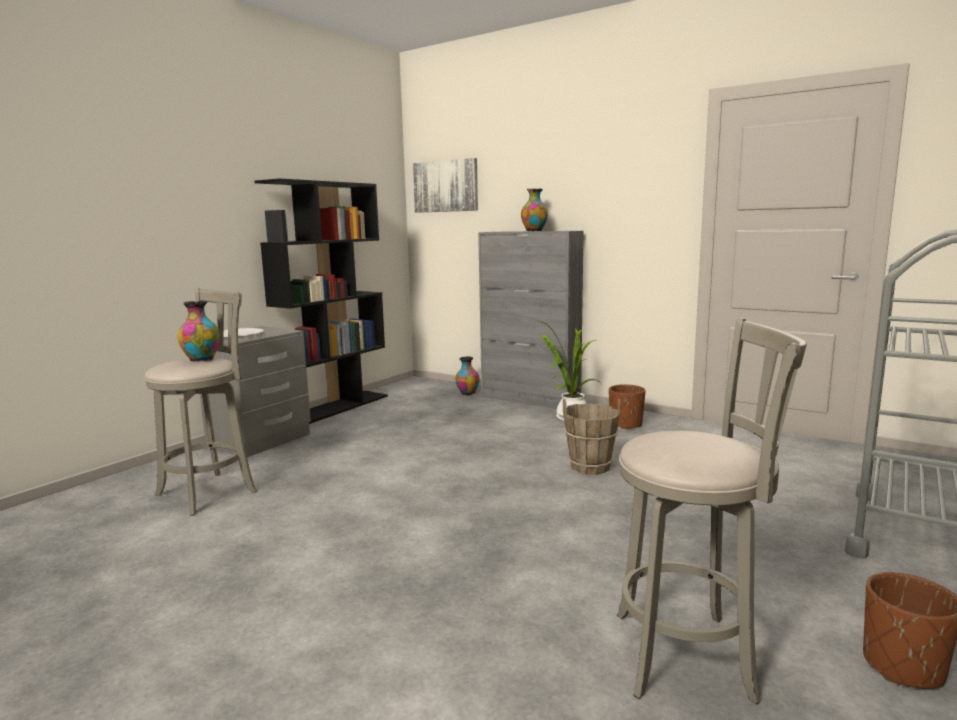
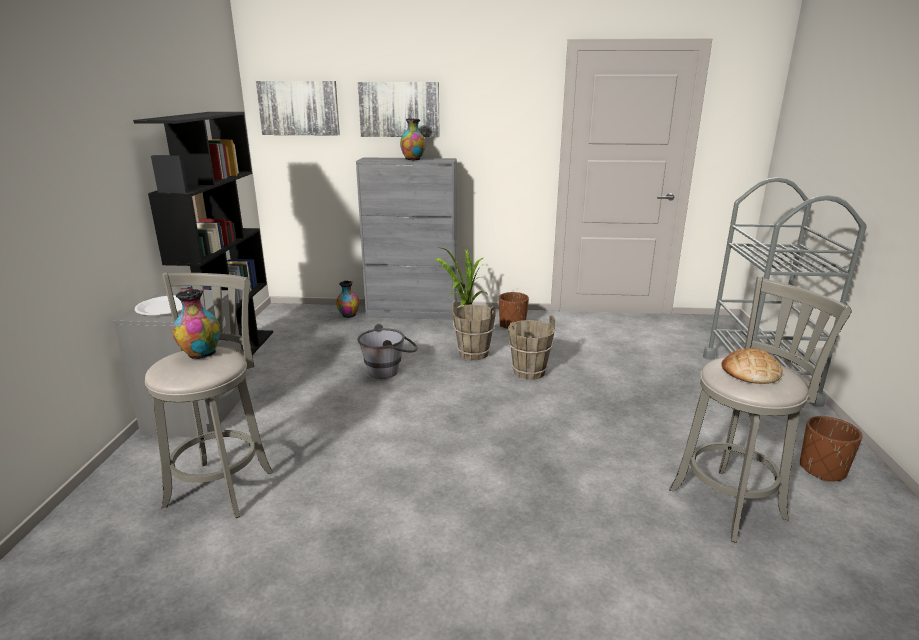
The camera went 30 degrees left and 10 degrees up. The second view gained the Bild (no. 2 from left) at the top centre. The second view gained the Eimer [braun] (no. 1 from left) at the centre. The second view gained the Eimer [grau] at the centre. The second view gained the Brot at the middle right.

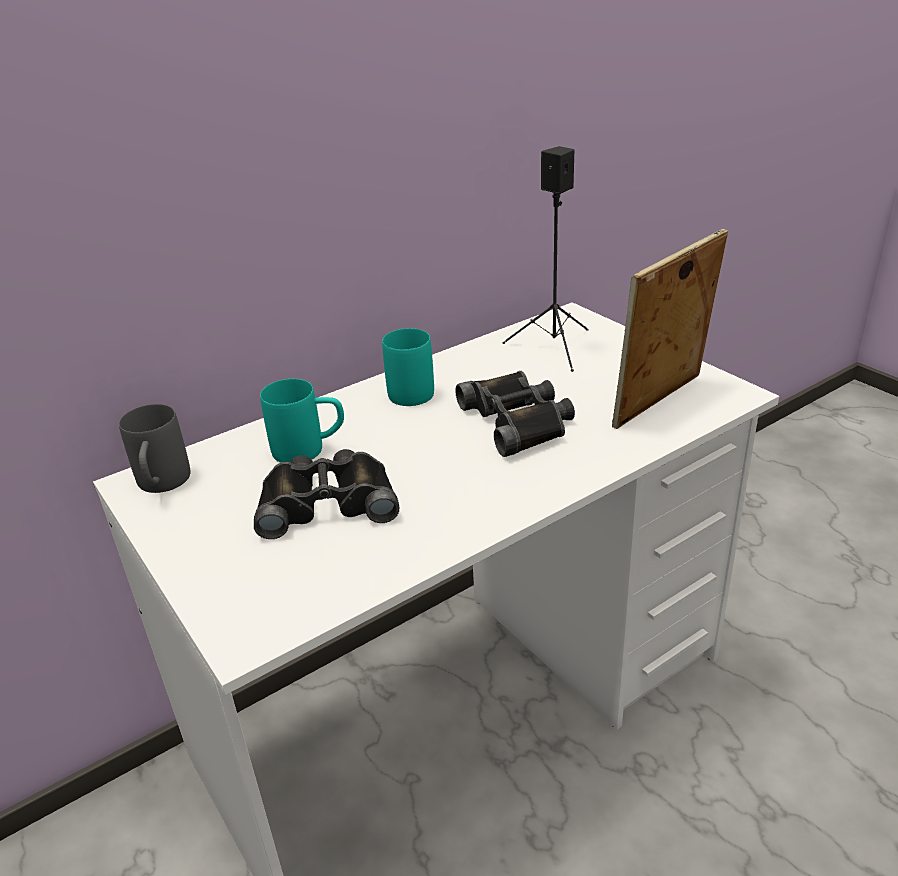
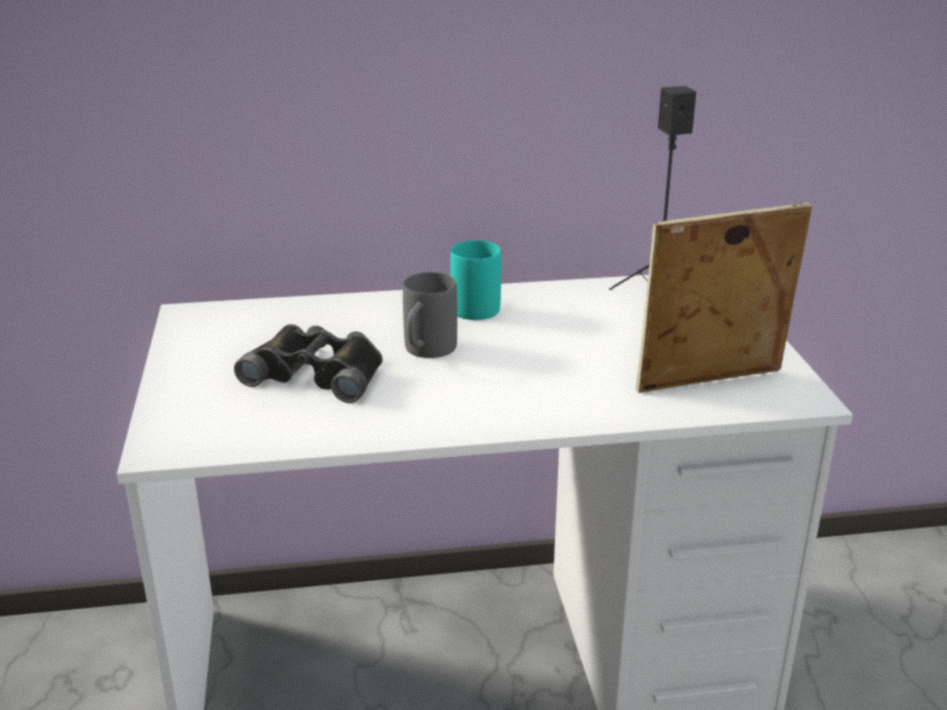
The camera went 25 degrees right and 5 degrees down. The second view lost the Fernglas [schwarz] (no. 2 from left) at the centre. The second view lost the Henkelbecher [türkis] (no. 1 from left) at the centre. The Henkelbecher [grau] ended up elsewhere, having gone from the middle left to the centre.

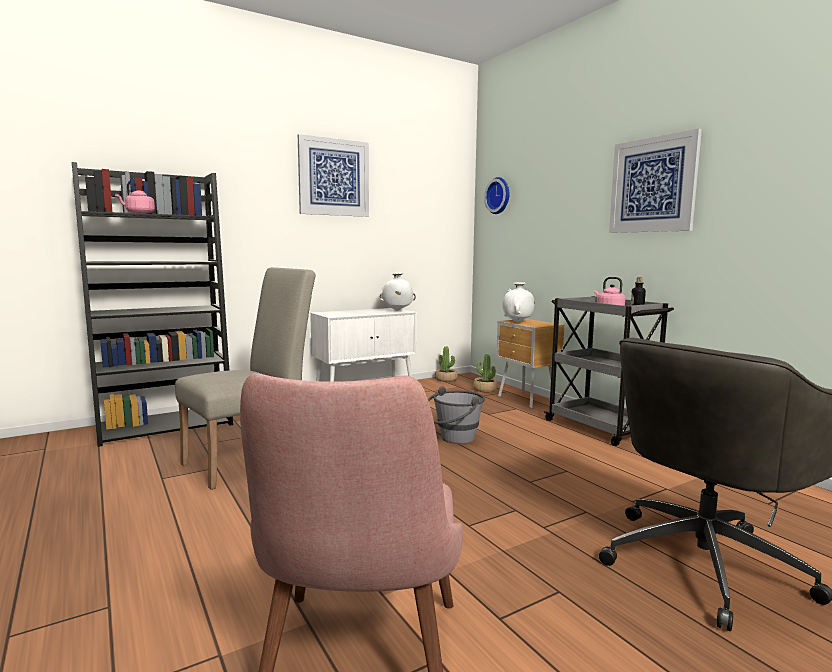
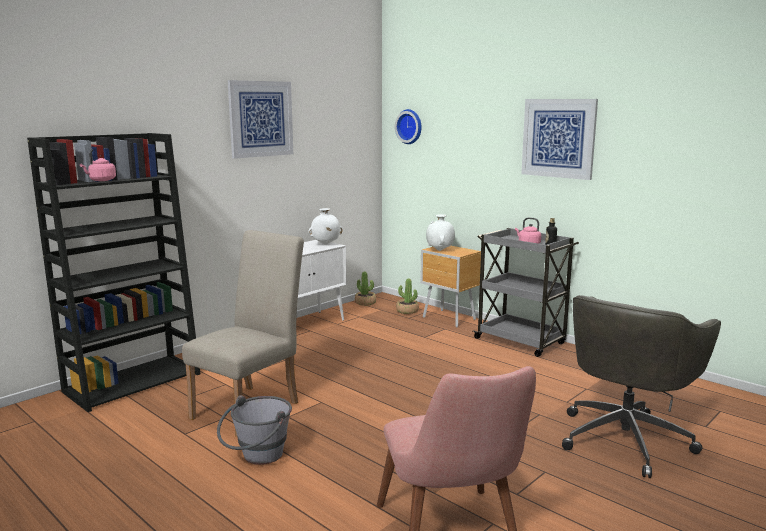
The camera went 15 degrees left and 5 degrees up. The Eimer [grau] ended up elsewhere, having gone from the centre to the bottom left.

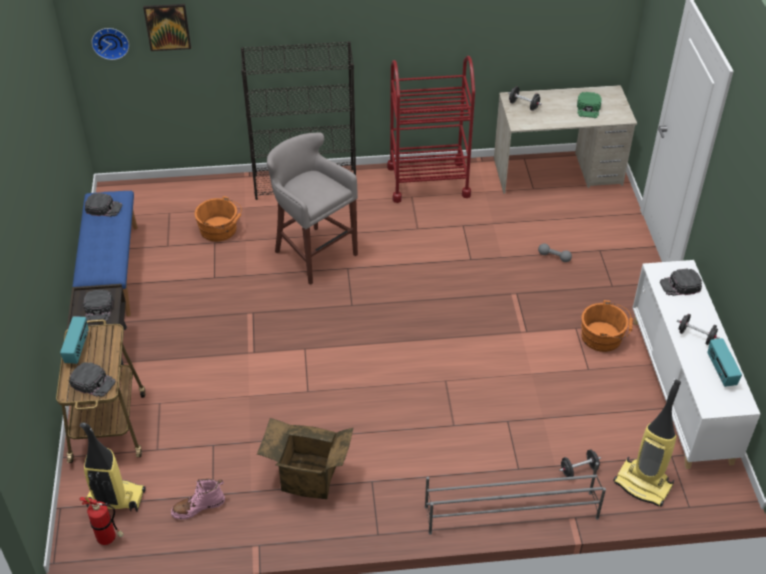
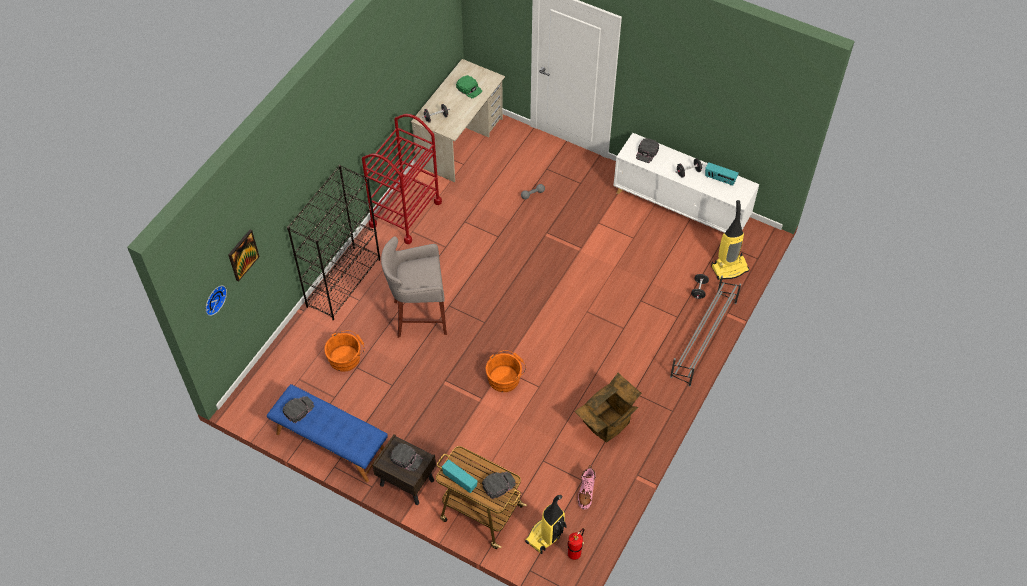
The camera went 55 degrees left and 10 degrees up. The Eimer [orange] (no. 2 from left) ended up elsewhere, having gone from the middle right to the centre.

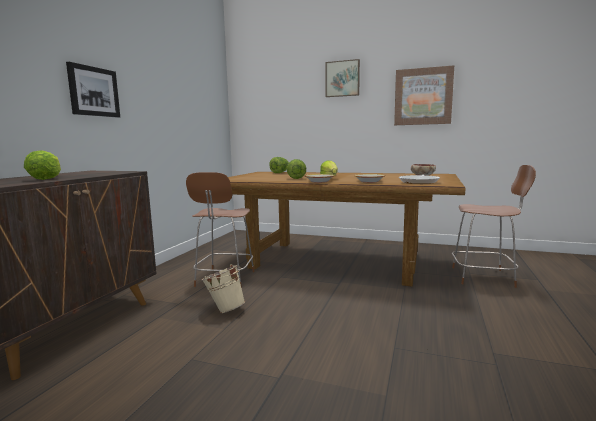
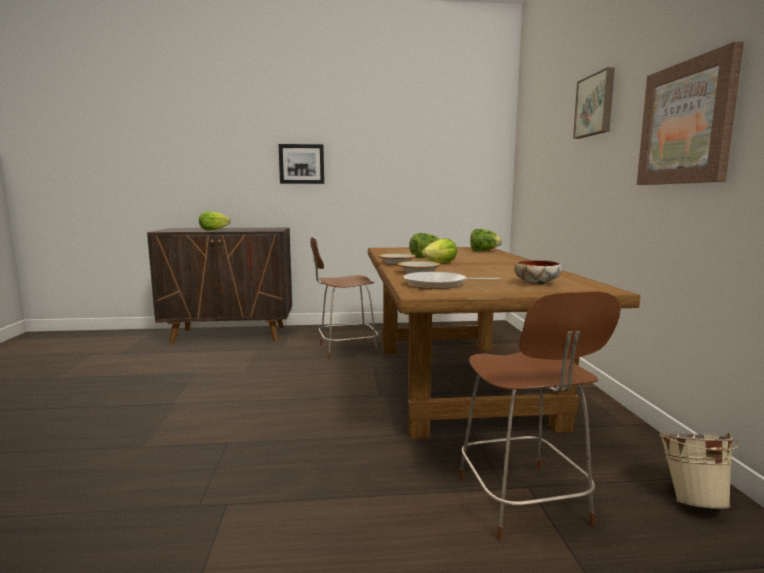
The camera went 65 degrees right and 0 degrees up. The Eimer [beige] ended up elsewhere, having gone from the bottom centre to the bottom right.

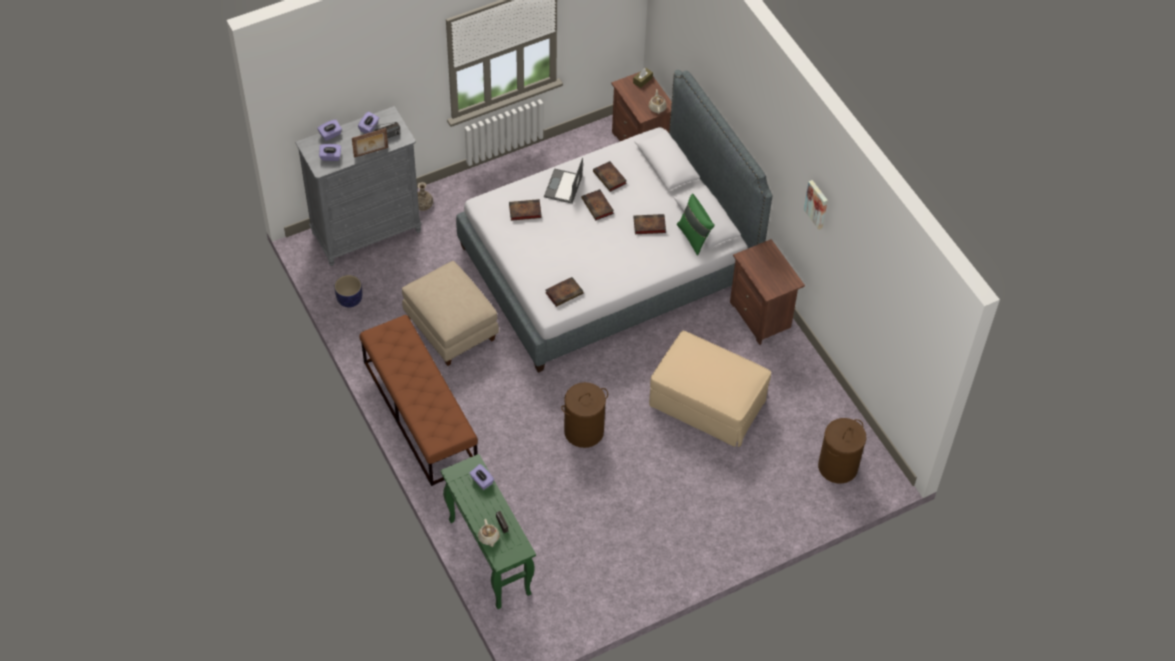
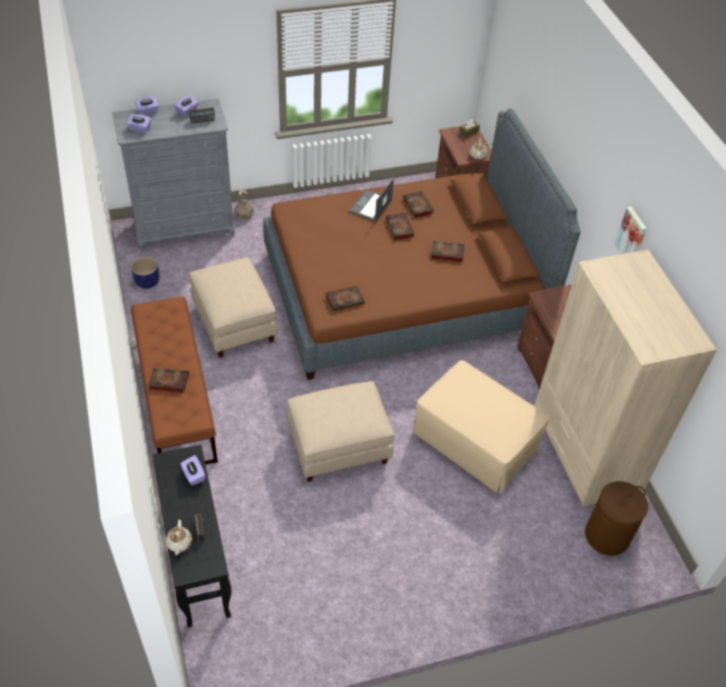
The camera went 10 degrees right and 5 degrees down. What was the Bett [grau] at the centre turned into the Bett [braun] at the centre. The second view lost the Bilderrahmen at the top left. The second view lost the Kissen [grün] at the centre. The Buch (no. 1 from left) ended up elsewhere, having gone from the top centre to the middle left. Where the Wäschekorb [braun] (no. 1 from left) stood at the centre, the Polsterhocker [beige] (no. 2 from left) came to stand at the centre. What was the Konsolentisch [grün] at the bottom centre turned into the Konsolentisch [schwarz] at the bottom left. The second view gained the Kleiderschrank [beige] at the middle right.

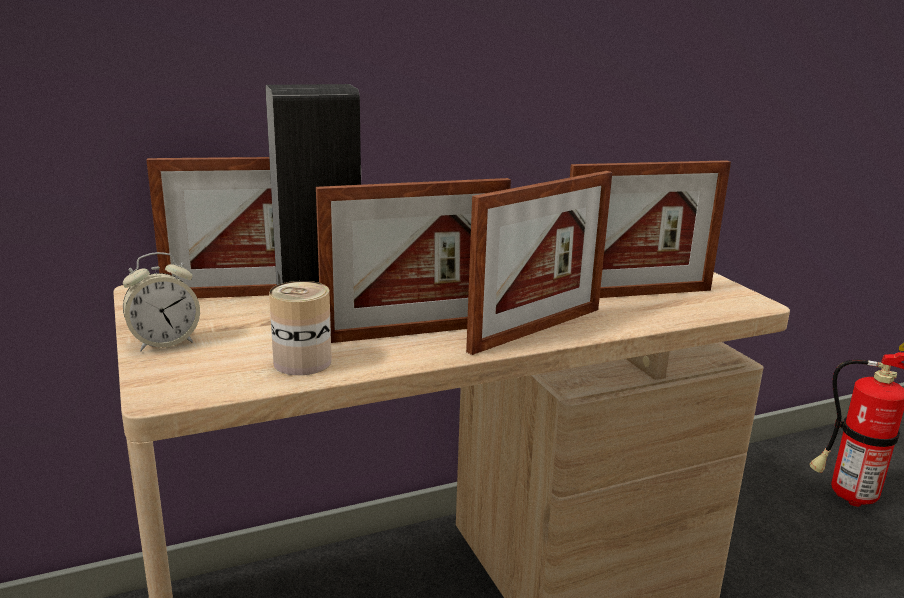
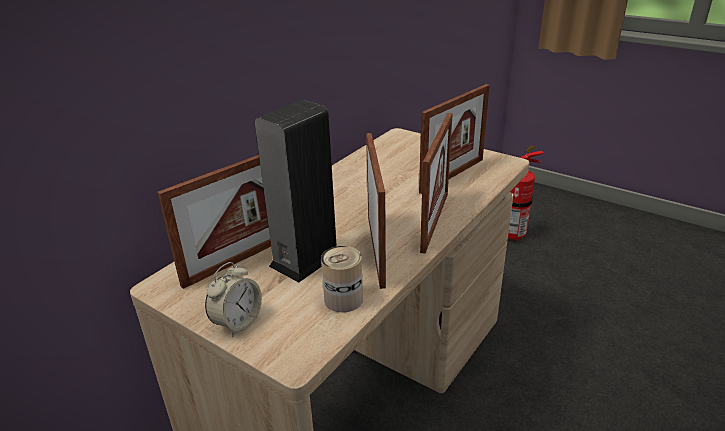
The camera went 30 degrees left and 10 degrees up. The Bilderrahmen (no. 2 from left) at the centre ended up facing another way, 45 degrees counterclockwise from before.

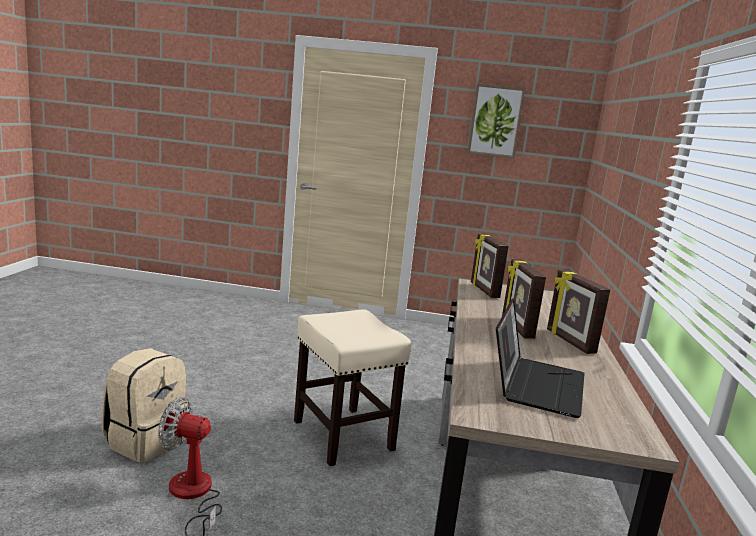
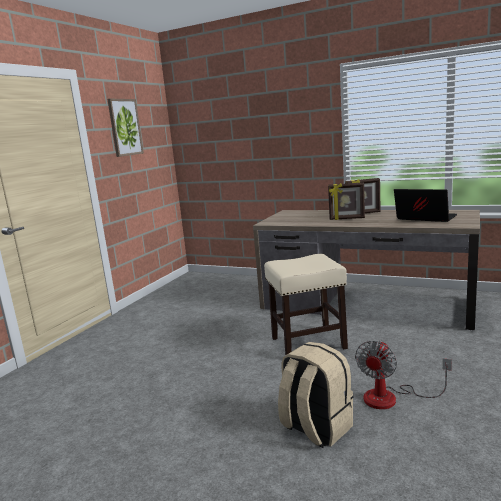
The camera went 70 degrees left and 0 degrees up. The second view lost the Bilderrahmen (no. 1 from left) at the centre.

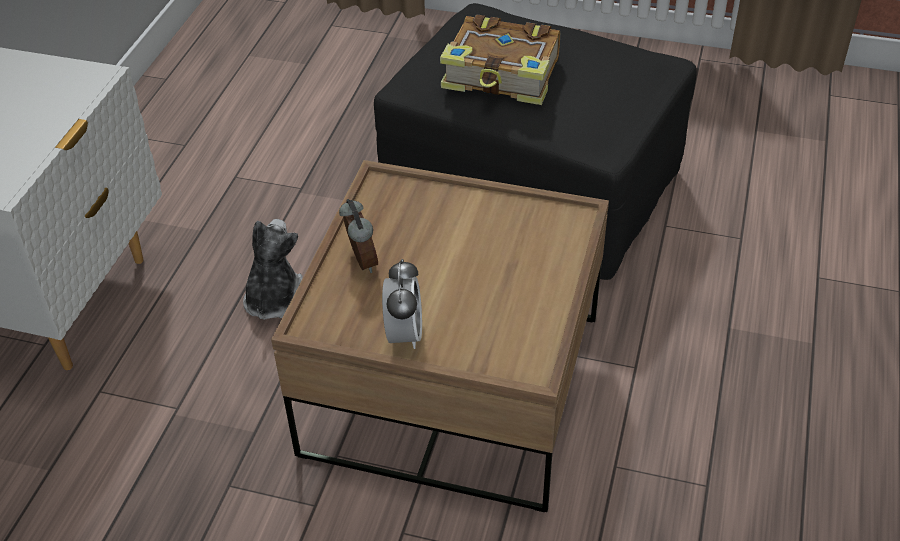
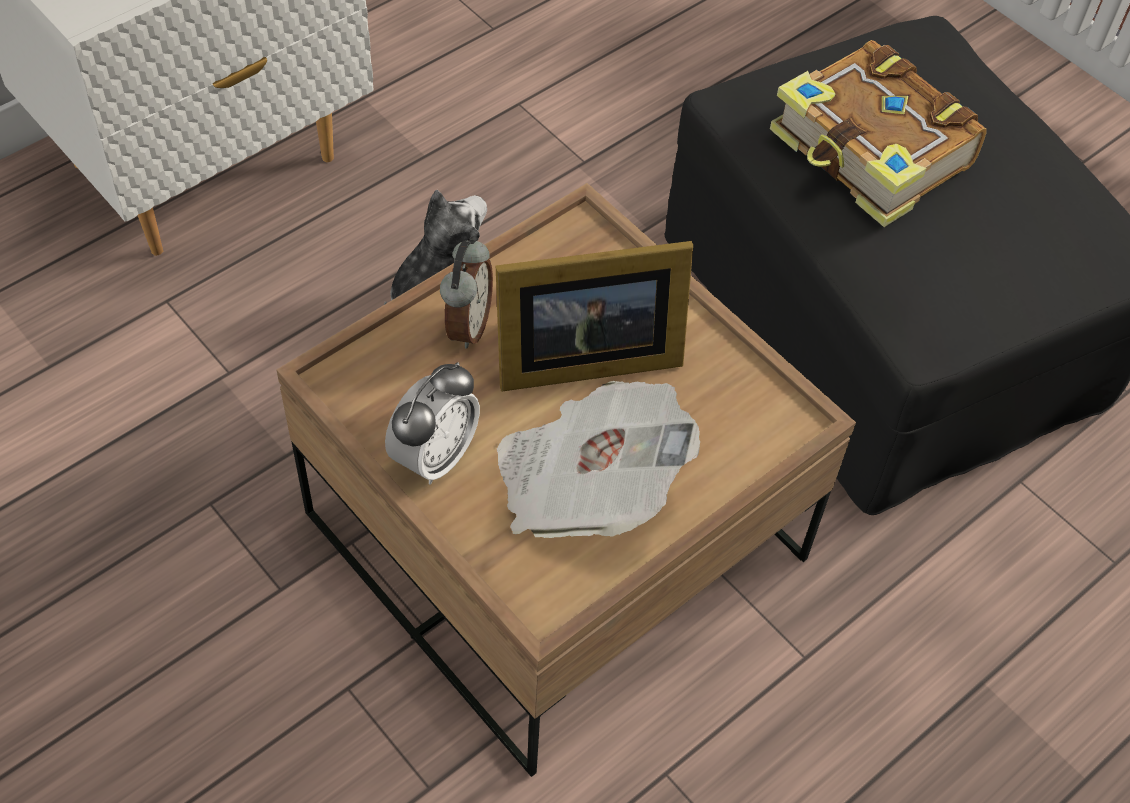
The camera went 30 degrees right and 10 degrees up. The second view gained the Bilderrahmen at the centre. The second view gained the Zeitung at the centre.

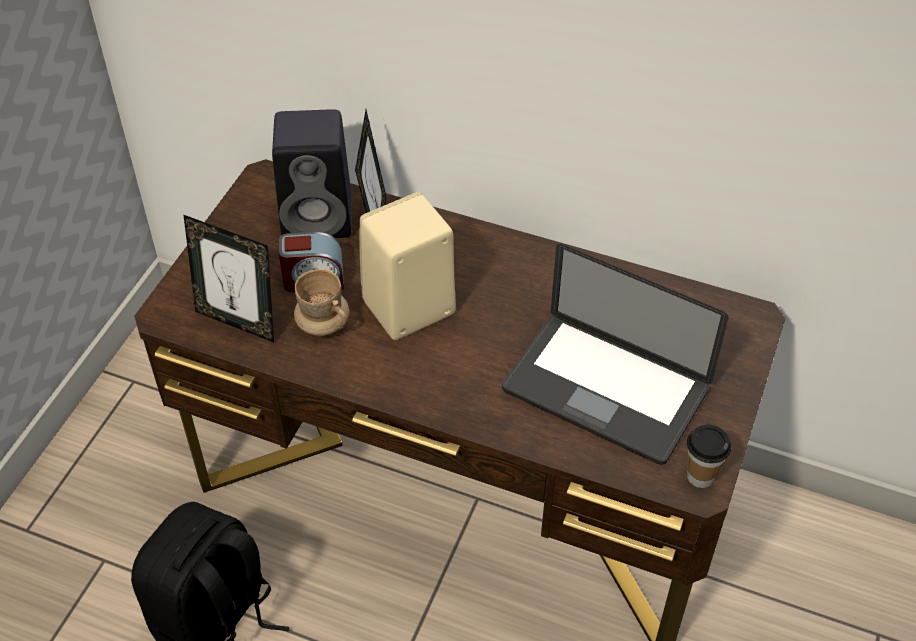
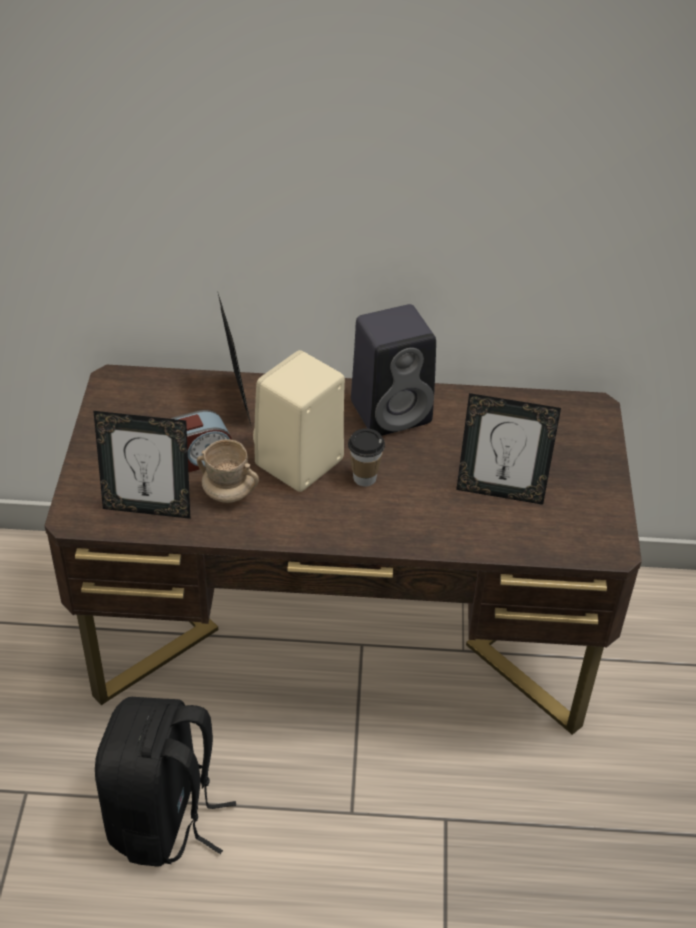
The camera went 20 degrees left and 5 degrees down. The Lautsprecher [schwarz] ended up elsewhere, having gone from the top centre to the centre. Where the Laptop stood at the middle right, the Bilderrahmen (no. 3 from left) came to stand at the middle right. The Tasse ended up elsewhere, having gone from the bottom right to the centre.

